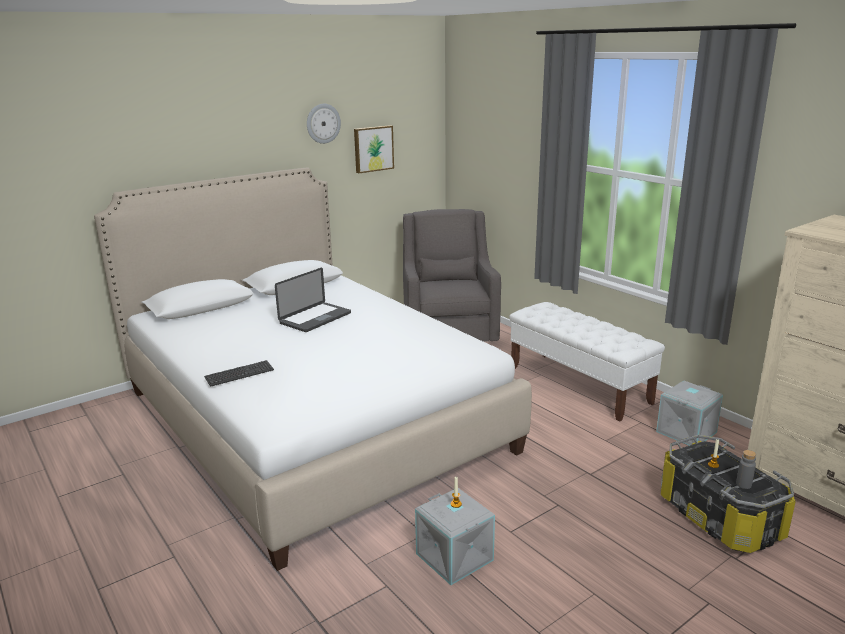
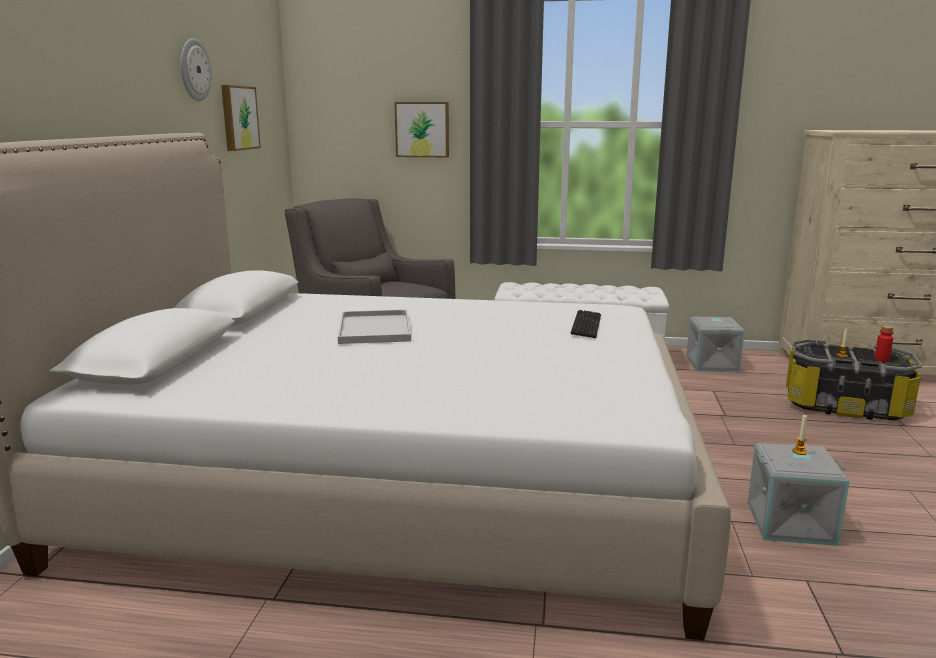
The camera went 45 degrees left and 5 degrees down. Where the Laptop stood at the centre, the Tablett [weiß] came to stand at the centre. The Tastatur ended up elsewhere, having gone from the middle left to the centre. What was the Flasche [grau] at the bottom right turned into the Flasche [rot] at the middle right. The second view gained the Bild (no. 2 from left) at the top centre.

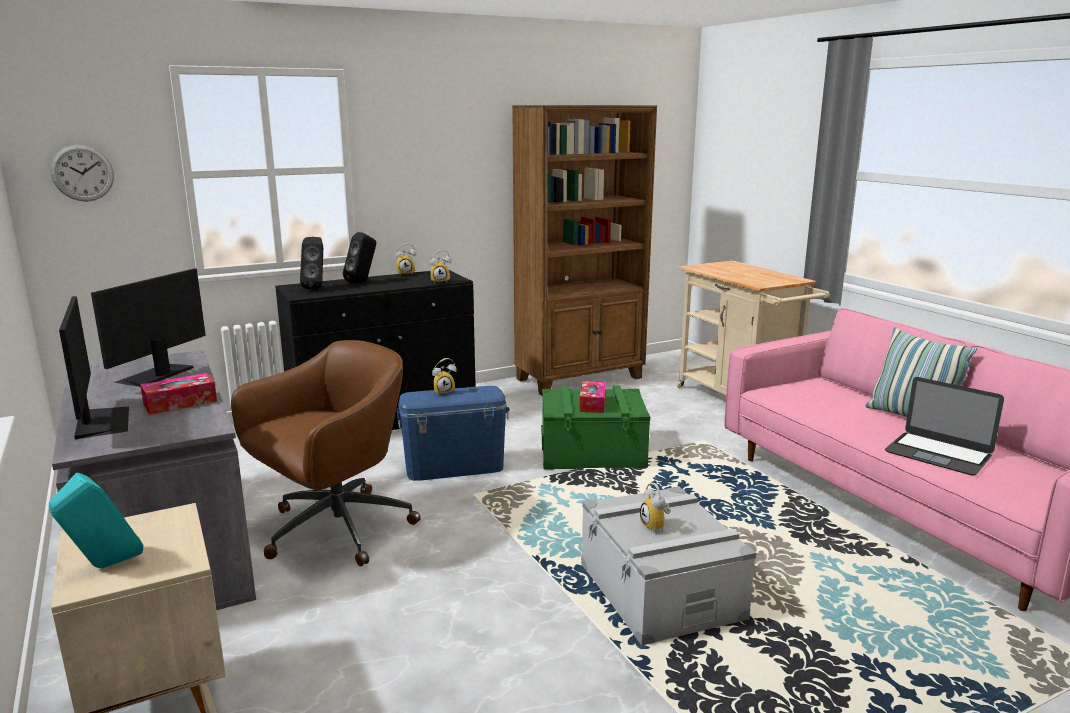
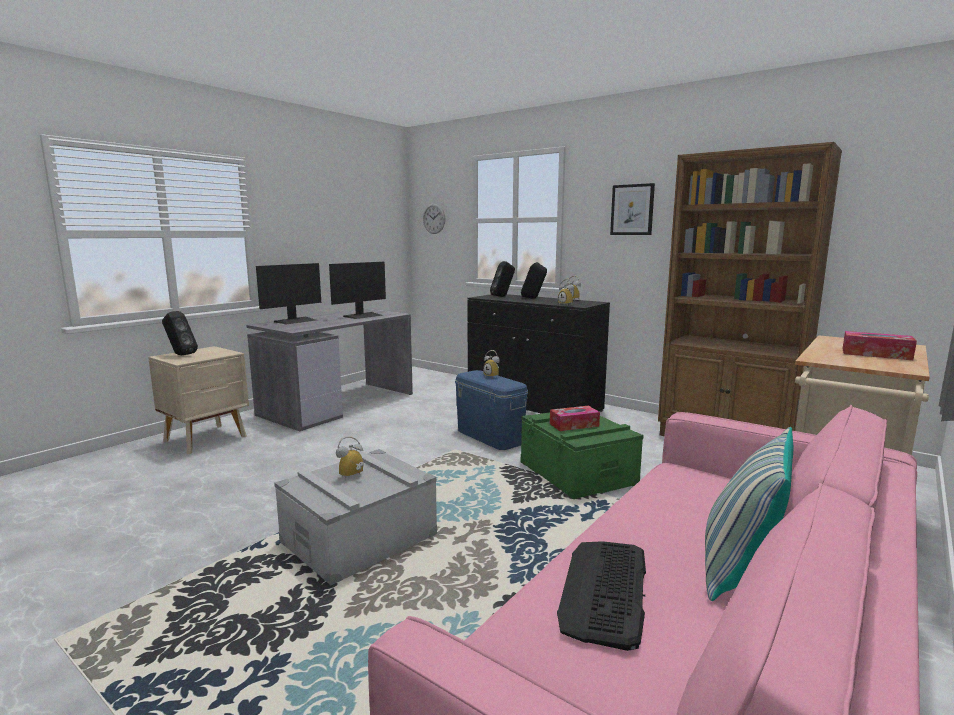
The camera went 65 degrees right and 5 degrees down. The Monitor (no. 2 from left) at the middle left ended up facing another way, 135 degrees clockwise from before. The second view lost the Bürostuhl [braun] at the middle left. The Taschentuchbox (no. 1 from left in the first image) ended up elsewhere, having gone from the middle left to the middle right. Where the Laptop stood at the middle right, the Tastatur came to stand at the bottom centre. What was the Lautsprecher [türkis] at the bottom left turned into the Lautsprecher [schwarz] (no. 1 from left) at the middle left. The second view gained the Bild at the top centre.

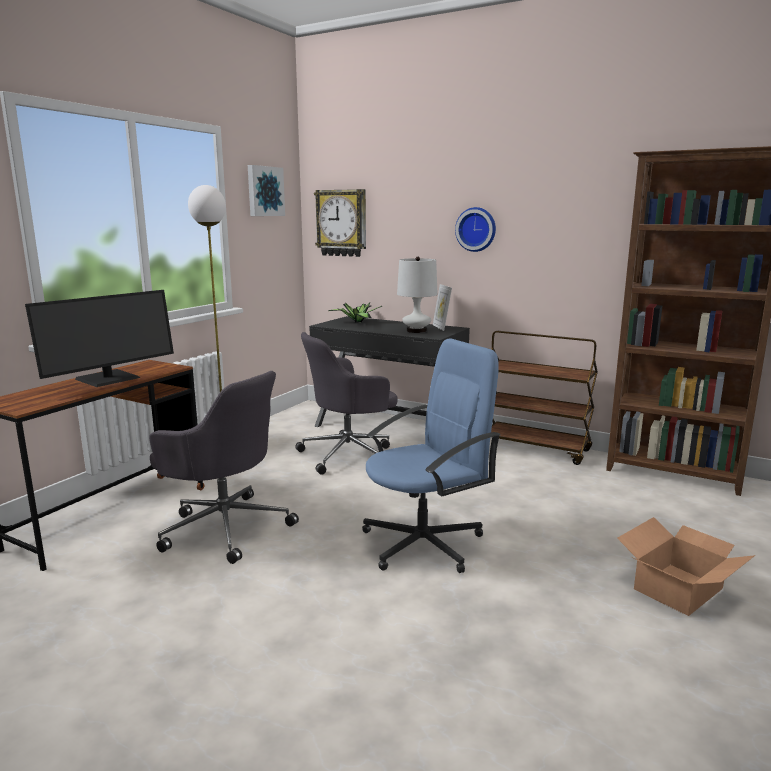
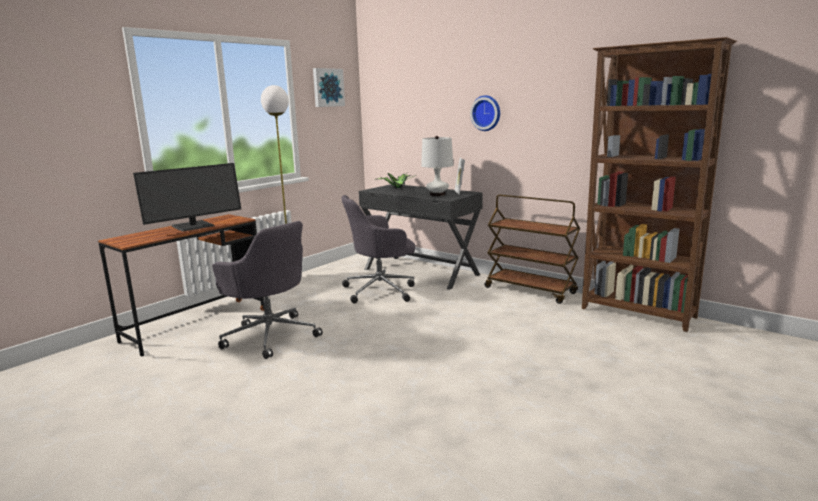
The camera went 10 degrees right and 0 degrees up. The second view lost the Wanduhr (no. 1 from left) at the top centre. The second view lost the Bürostuhl [blau] at the centre. The second view lost the Karton at the bottom right.

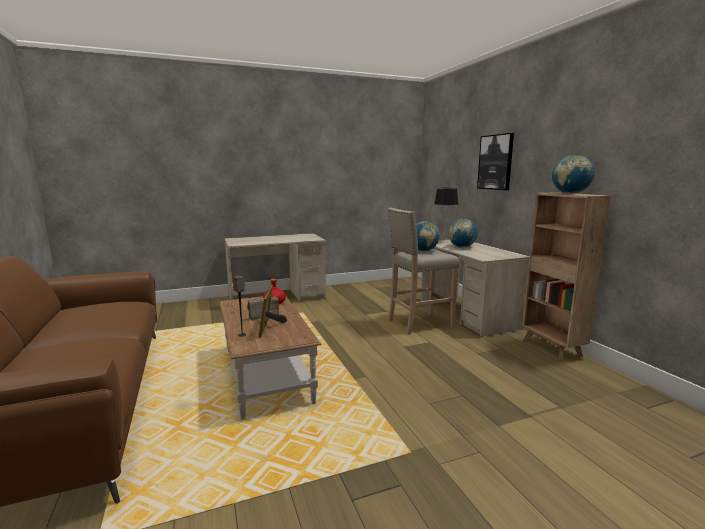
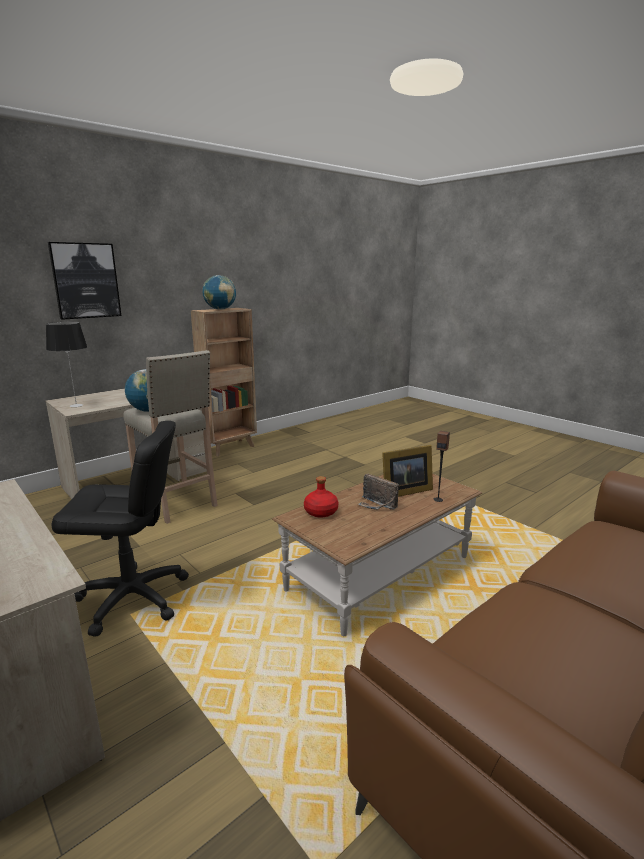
The camera went 110 degrees left and 5 degrees up. The second view lost the Globus (no. 2 from left) at the centre. The second view gained the Bürostuhl [schwarz] at the middle left.

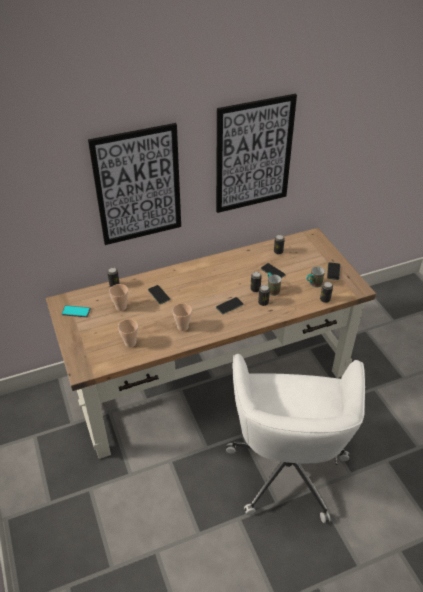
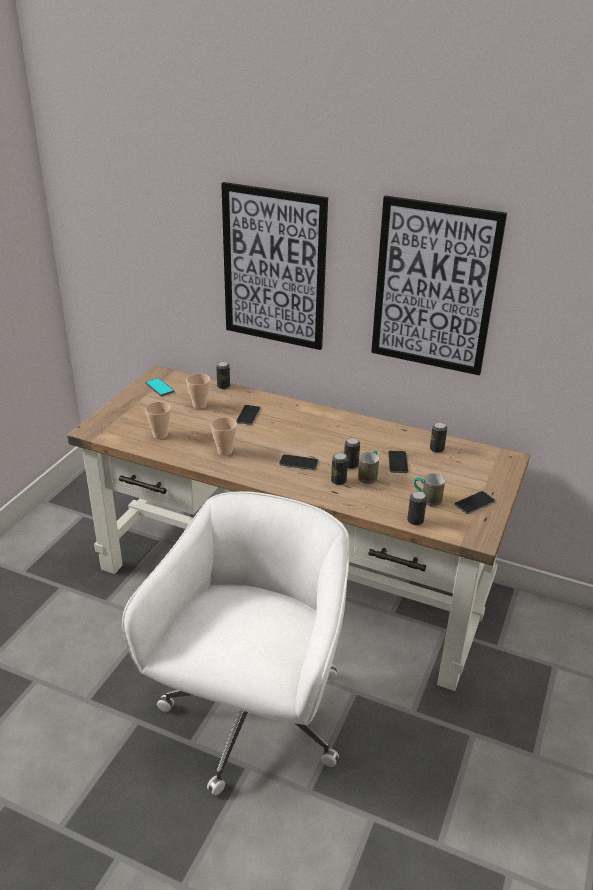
The camera went 45 degrees right and 10 degrees down. The Bürostuhl [weiß] at the bottom right ended up facing another way, 150 degrees clockwise from before.

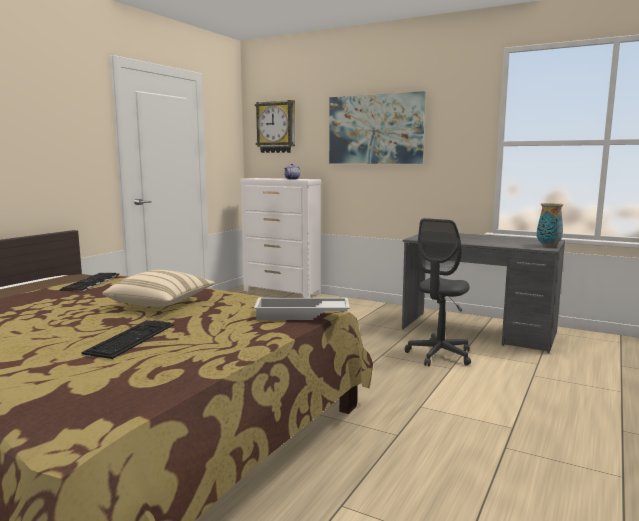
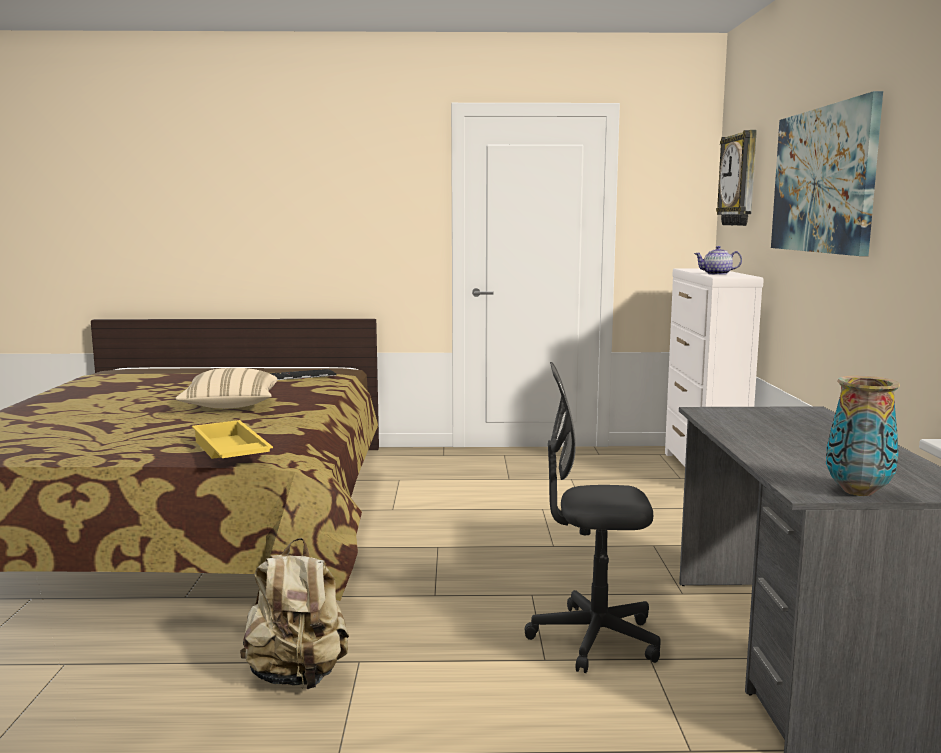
The camera went 60 degrees right and 0 degrees up. What was the Tablett [weiß] at the centre turned into the Tablett [gelb] at the middle left. The second view lost the Tastatur (no. 2 from left) at the middle left. The second view gained the Rucksack [beige] at the bottom left.

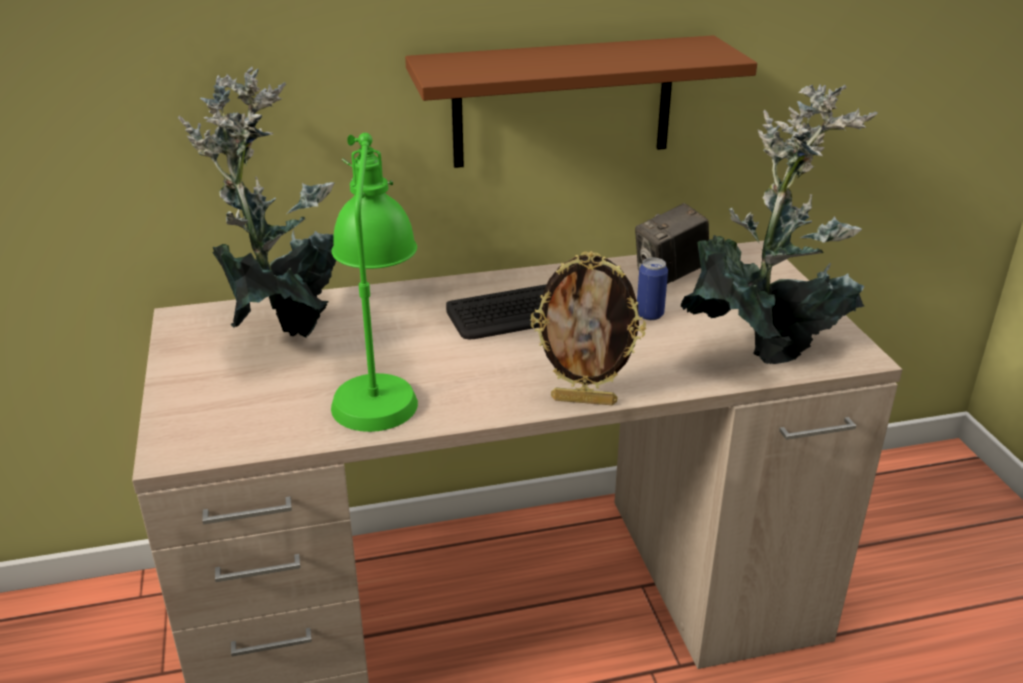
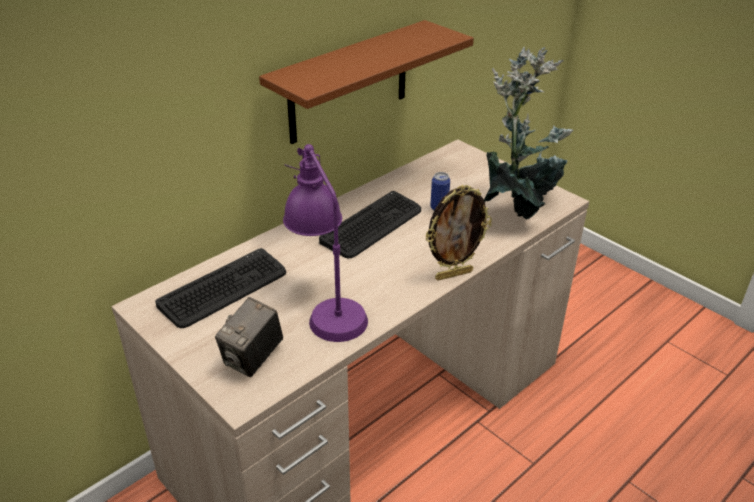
The camera went 30 degrees left and 5 degrees up. Where the Topfpflanze (no. 1 from left) stood at the top left, the Tastatur (no. 1 from left) came to stand at the middle left. What was the Tischlampe [grün] at the centre turned into the Tischlampe [lila] at the centre. The Kamera ended up elsewhere, having gone from the centre to the bottom left.

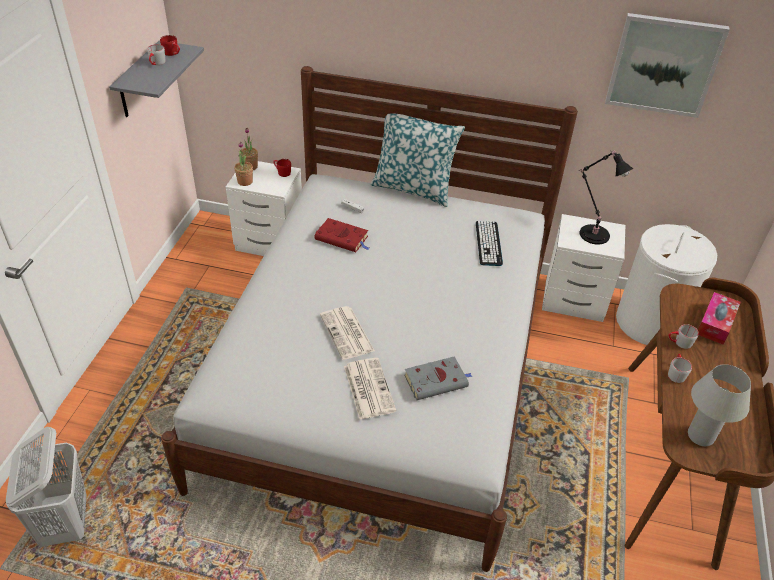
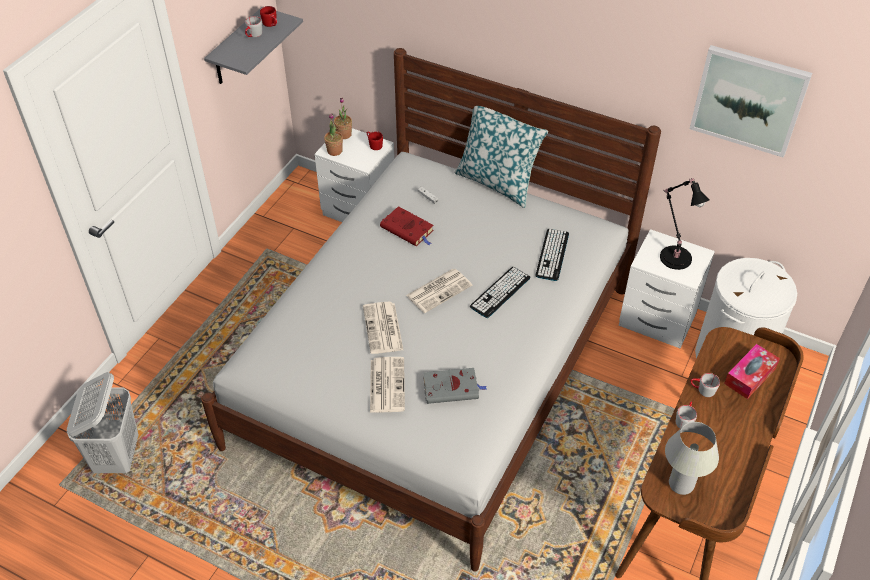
The camera went 15 degrees right and 5 degrees up. The second view gained the Tastatur (no. 1 from left) at the centre. The second view gained the Zeitung (no. 3 from left) at the centre.

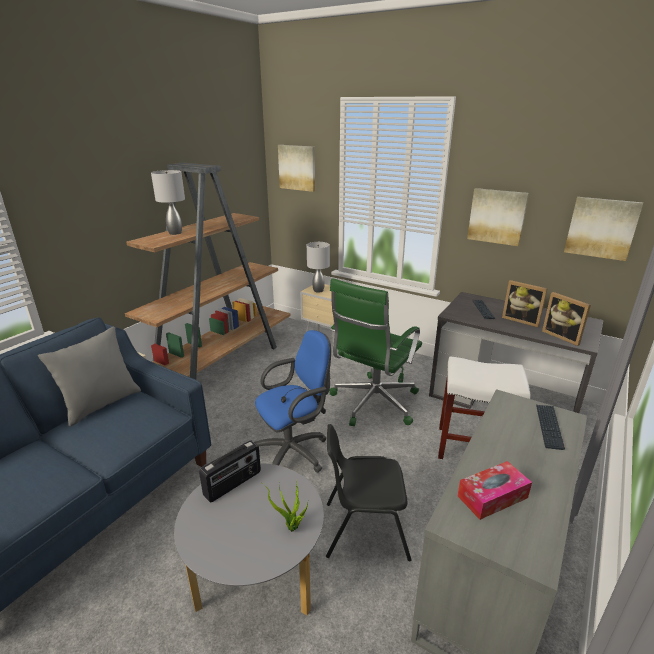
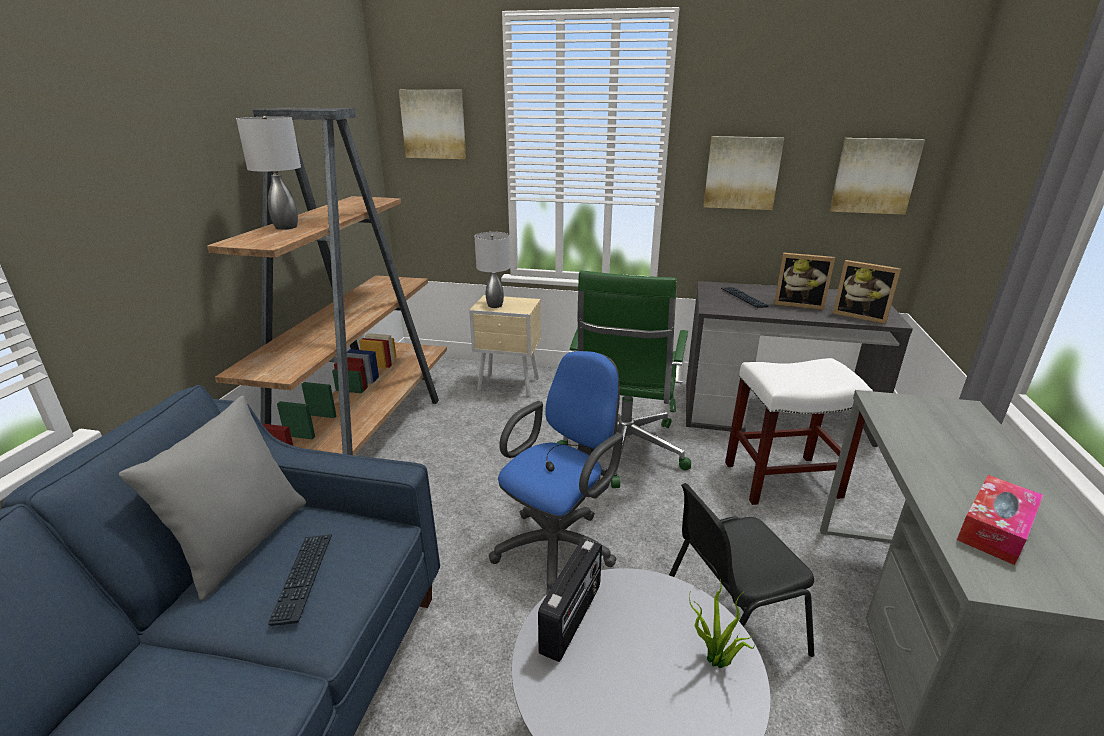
The camera went 20 degrees left and 0 degrees up. The Tastatur (no. 2 from left in the first image) ended up elsewhere, having gone from the middle right to the bottom left.

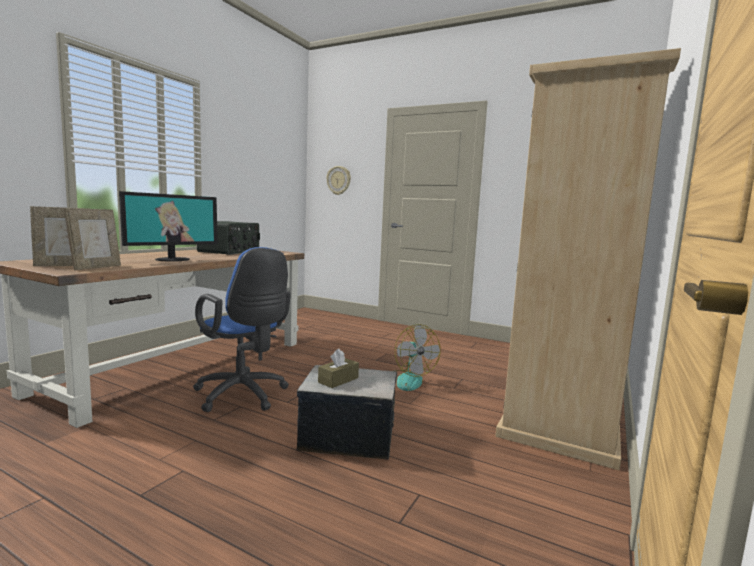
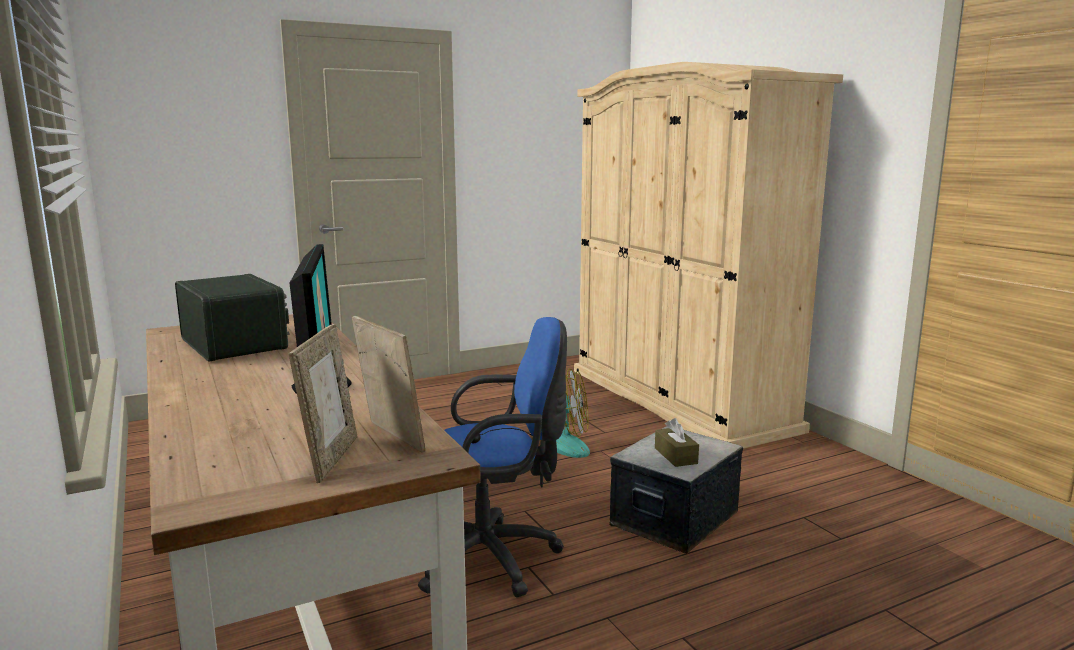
The camera went 55 degrees left and 5 degrees up. The second view lost the Wanduhr at the top centre.

